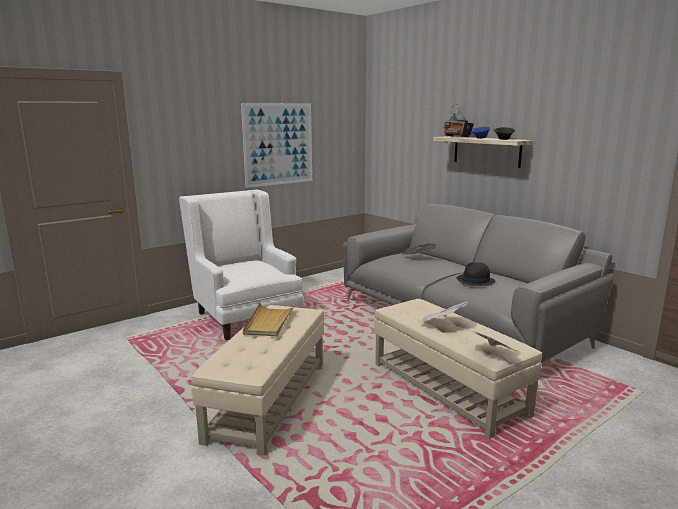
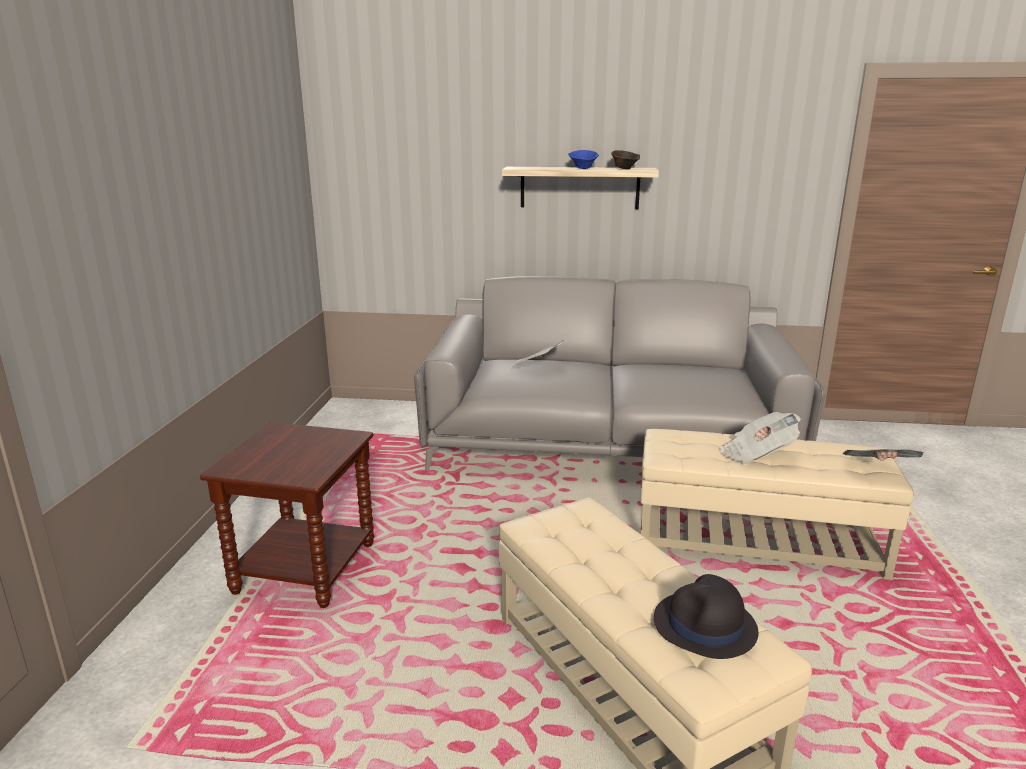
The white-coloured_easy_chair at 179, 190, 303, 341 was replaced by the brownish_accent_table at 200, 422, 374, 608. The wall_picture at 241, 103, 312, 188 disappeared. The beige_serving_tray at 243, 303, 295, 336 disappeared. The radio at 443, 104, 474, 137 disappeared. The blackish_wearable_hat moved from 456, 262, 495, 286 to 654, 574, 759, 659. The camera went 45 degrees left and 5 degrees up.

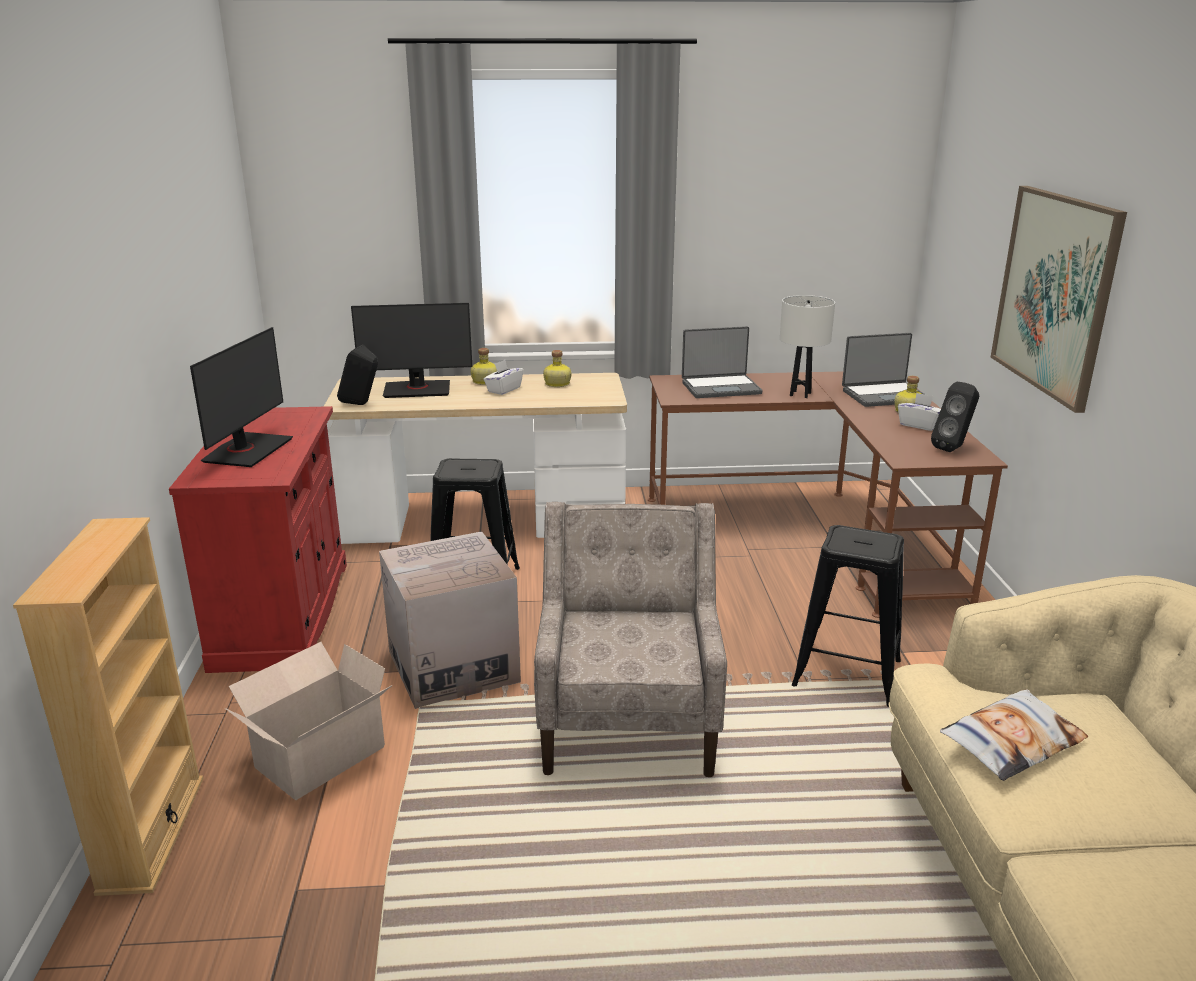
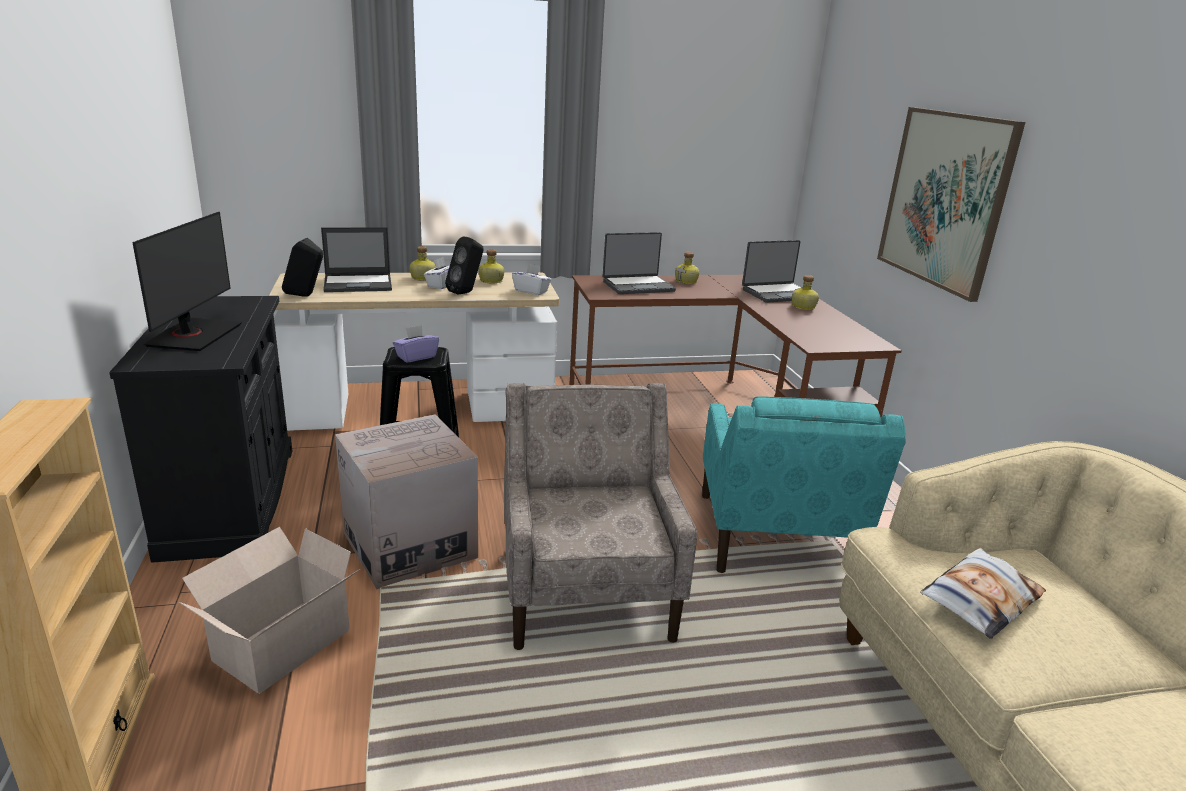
The reddish_storage_cabinet at 169, 406, 347, 673 became the blackish_storage_cabinet at 109, 296, 292, 563. The computer_screen at 351, 303, 472, 398 was replaced by the laptop at 321, 227, 392, 292. The white-coloured_lamp_for_a_table at 780, 295, 835, 398 disappeared. The blackish_stool at 792, 525, 904, 707 was replaced by the turquoise-coloured_easy_chair at 702, 397, 906, 573. The white-coloured_box_of_tissues moved from 898, 393, 941, 431 to 512, 263, 551, 295. The blackish_audio_speaker moved from 931, 382, 979, 452 to 445, 236, 484, 294. The purplish_box_of_tissues at 393, 325, 439, 363 appeared. The beverage_bottle at 675, 252, 699, 284 appeared. The camera went 10 degrees left and 0 degrees up.

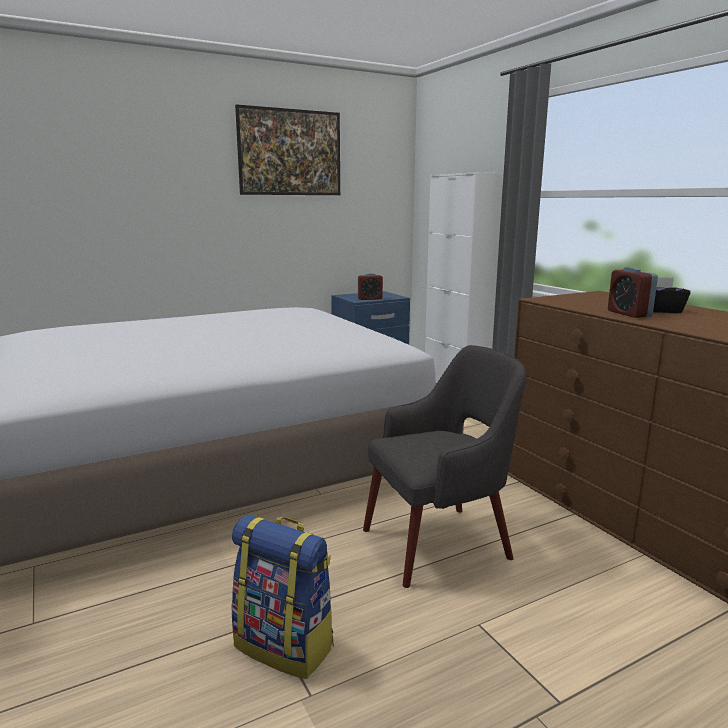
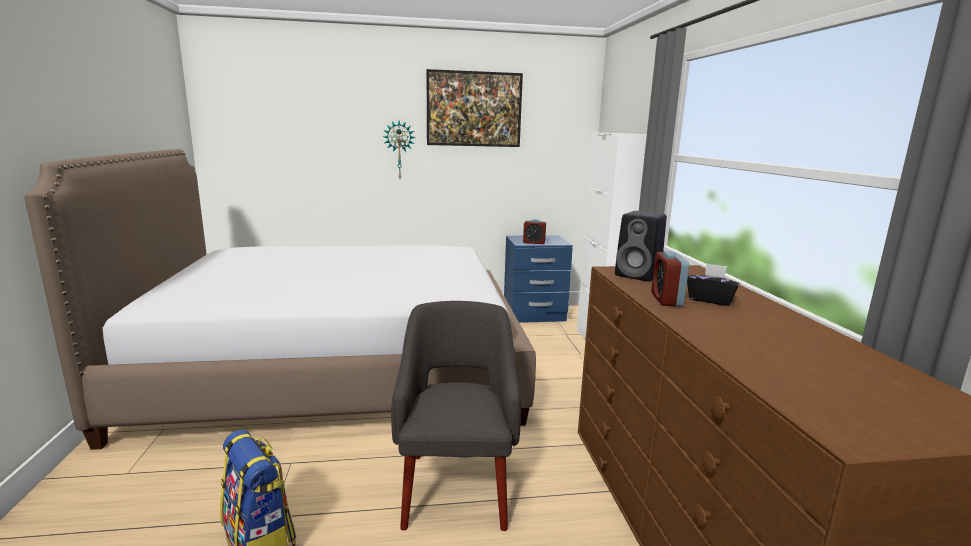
The gray_easy_chair at 363, 345, 526, 588 turned 90 degrees counterclockwise. The wall_clock at 383, 121, 416, 178 appeared. The blackish_audio_speaker at 615, 211, 667, 281 appeared. The camera went 20 degrees right and 0 degrees up.

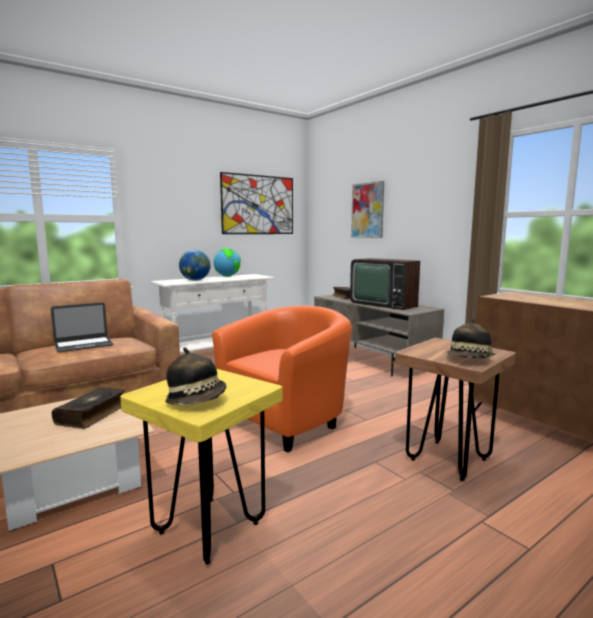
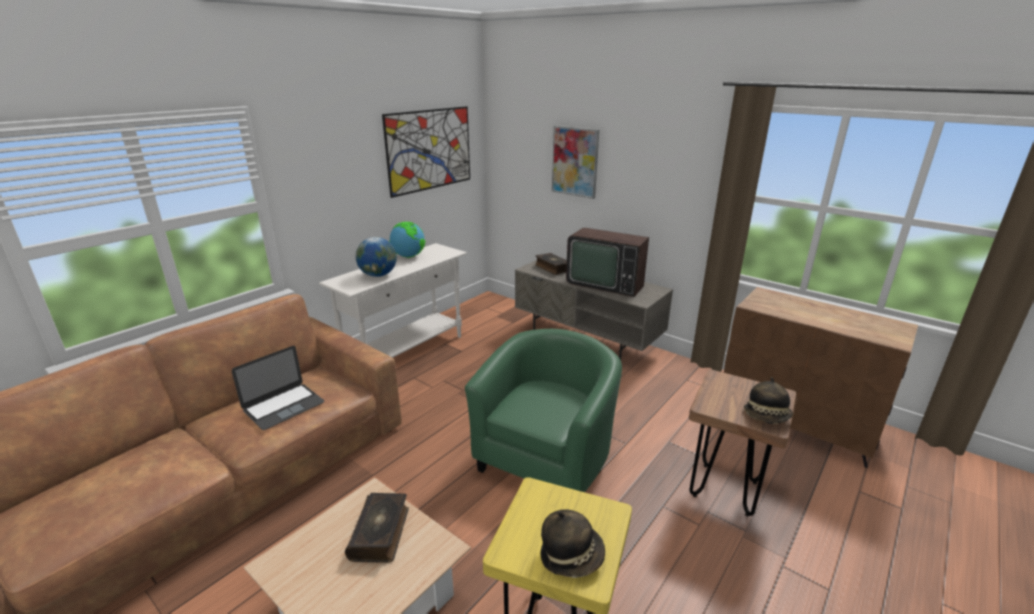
The orangey_easy_chair at 212, 306, 352, 453 became the greenish_easy_chair at 465, 329, 622, 492. The camera went 15 degrees left and 15 degrees up.

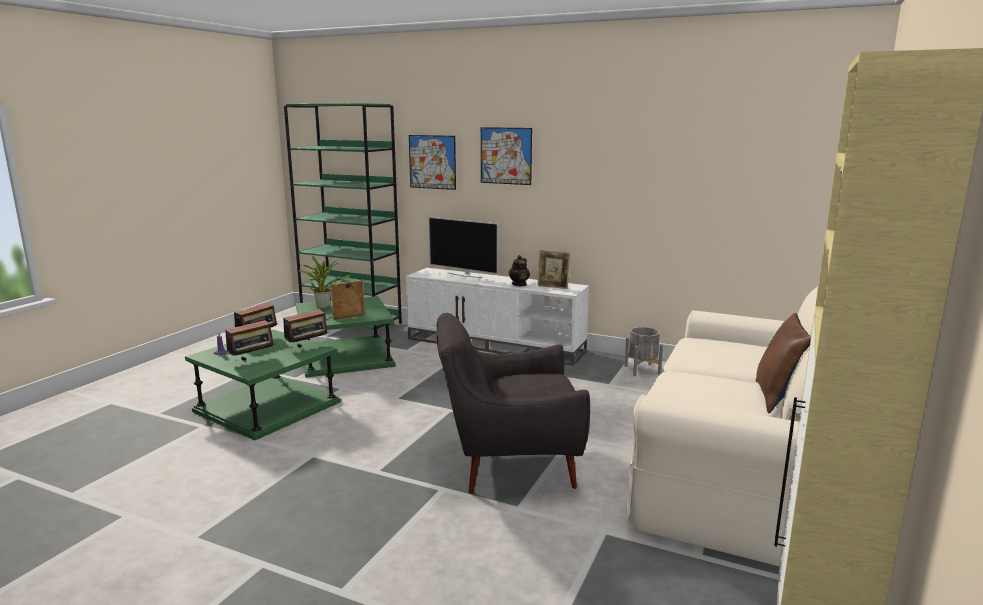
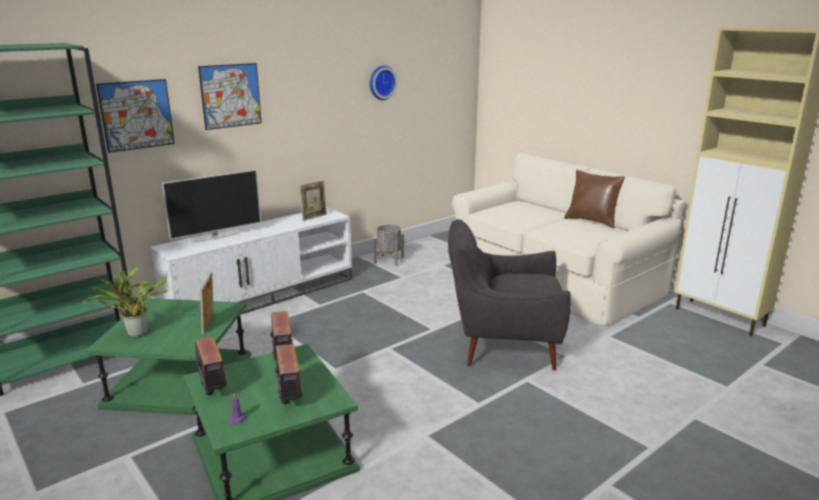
The gray_easy_chair at 436, 313, 590, 494 turned 75 degrees clockwise. The teapot at 508, 255, 530, 286 disappeared. The wall_clock at 370, 65, 397, 100 appeared. The camera went 65 degrees left and 5 degrees up.

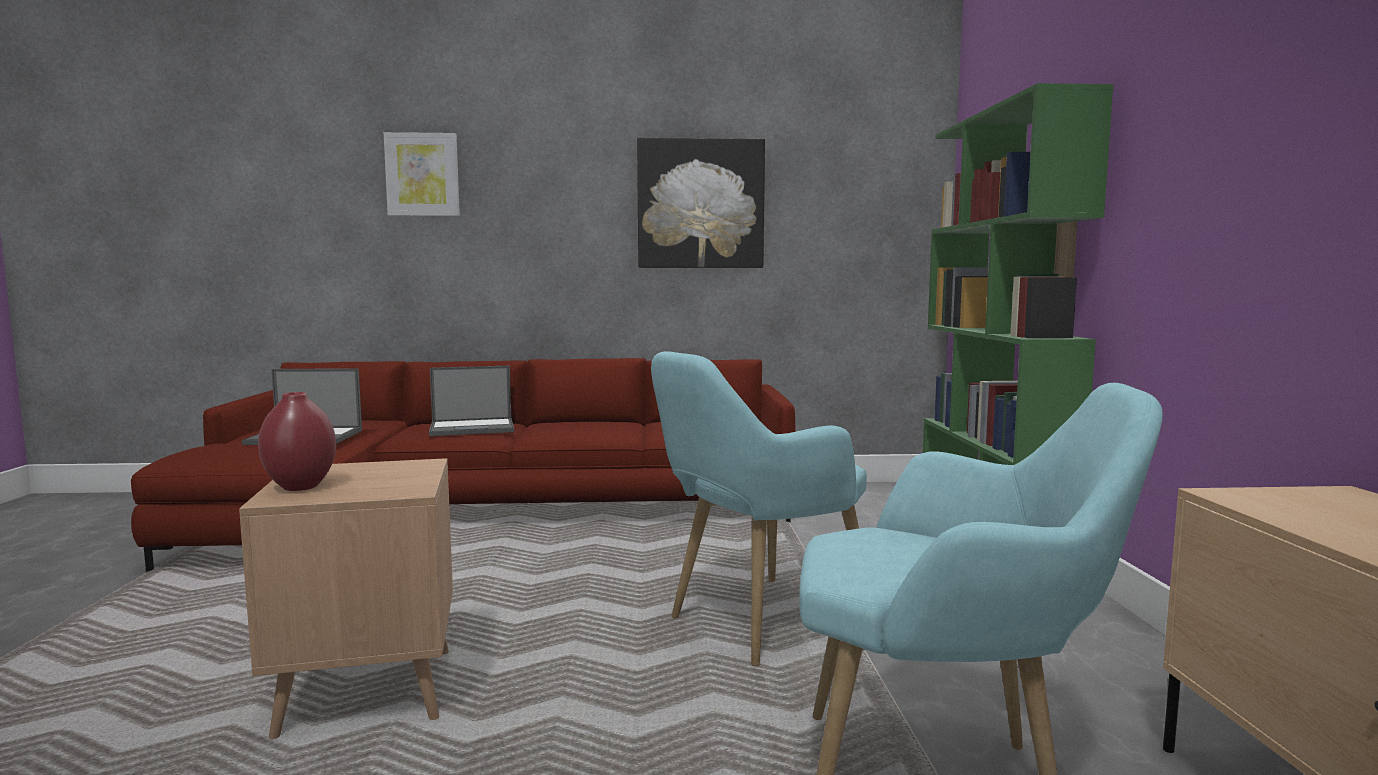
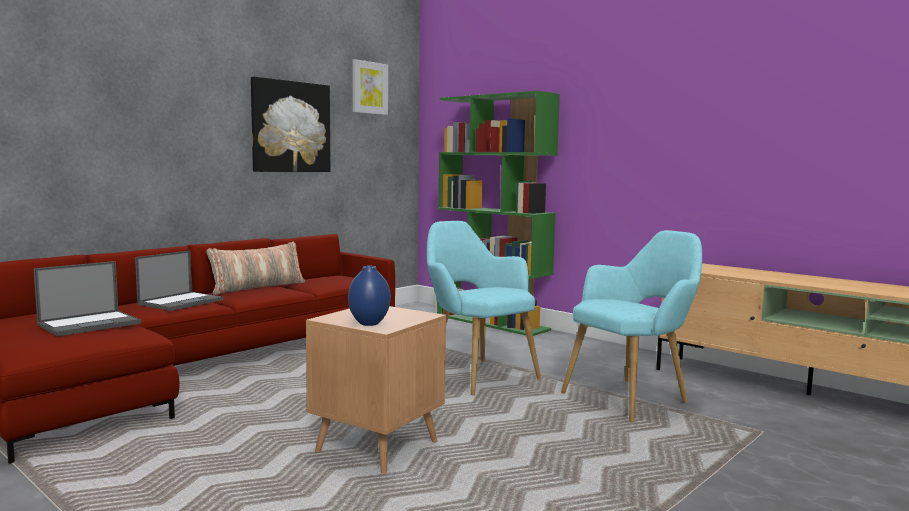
The reddish_decorative_vase at 258, 392, 336, 491 became the blue-coloured_decorative_vase at 348, 266, 391, 326. The wall_picture moved from 384, 132, 460, 216 to 352, 59, 388, 115. The turquoise-coloured_easy_chair at 651, 351, 867, 666 turned 135 degrees clockwise. The pillow at 206, 242, 305, 295 appeared. The camera went 45 degrees left and 0 degrees up.

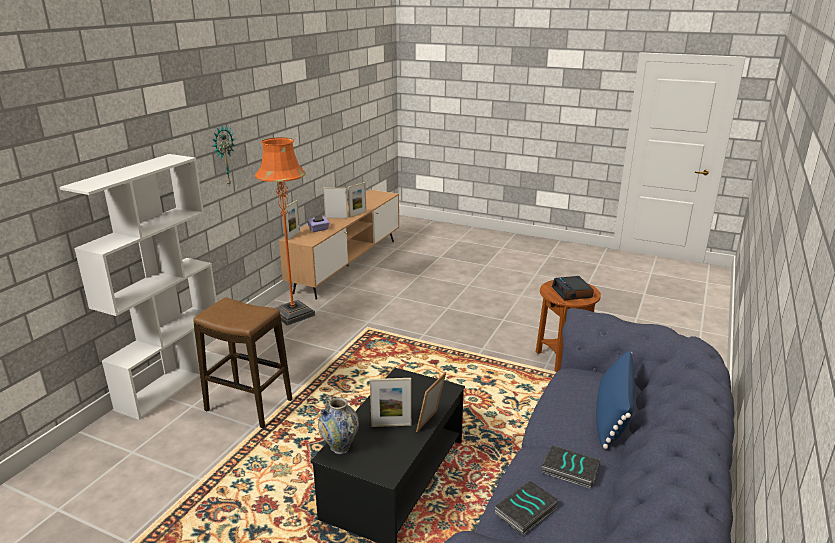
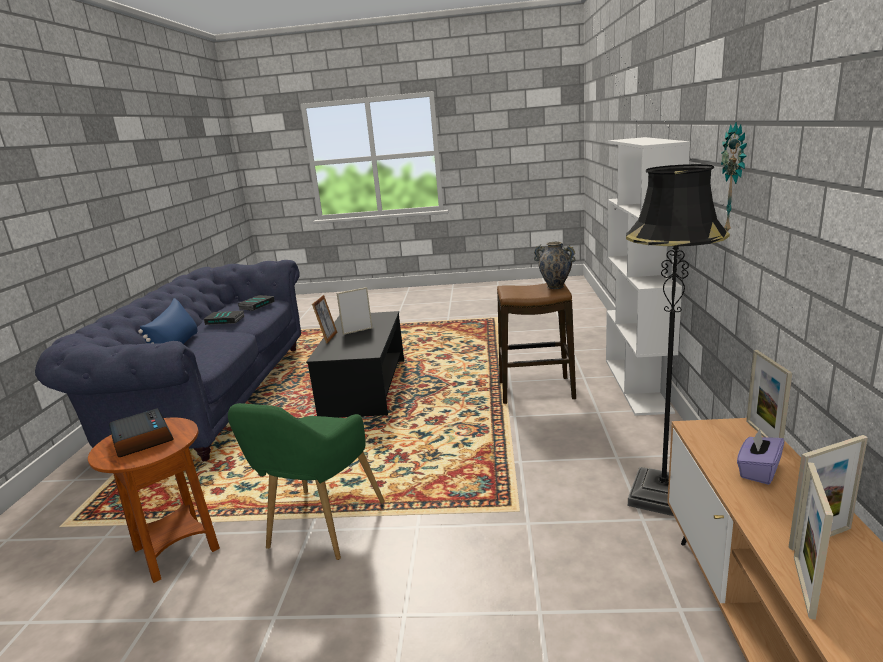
The orangey_standard_lamp at 255, 137, 315, 326 became the blackish_standard_lamp at 626, 164, 730, 516. The decorative_vase moved from 318, 395, 359, 454 to 534, 242, 576, 289. The greenish_easy_chair at 228, 403, 384, 560 appeared. The camera went 160 degrees right and 5 degrees down.

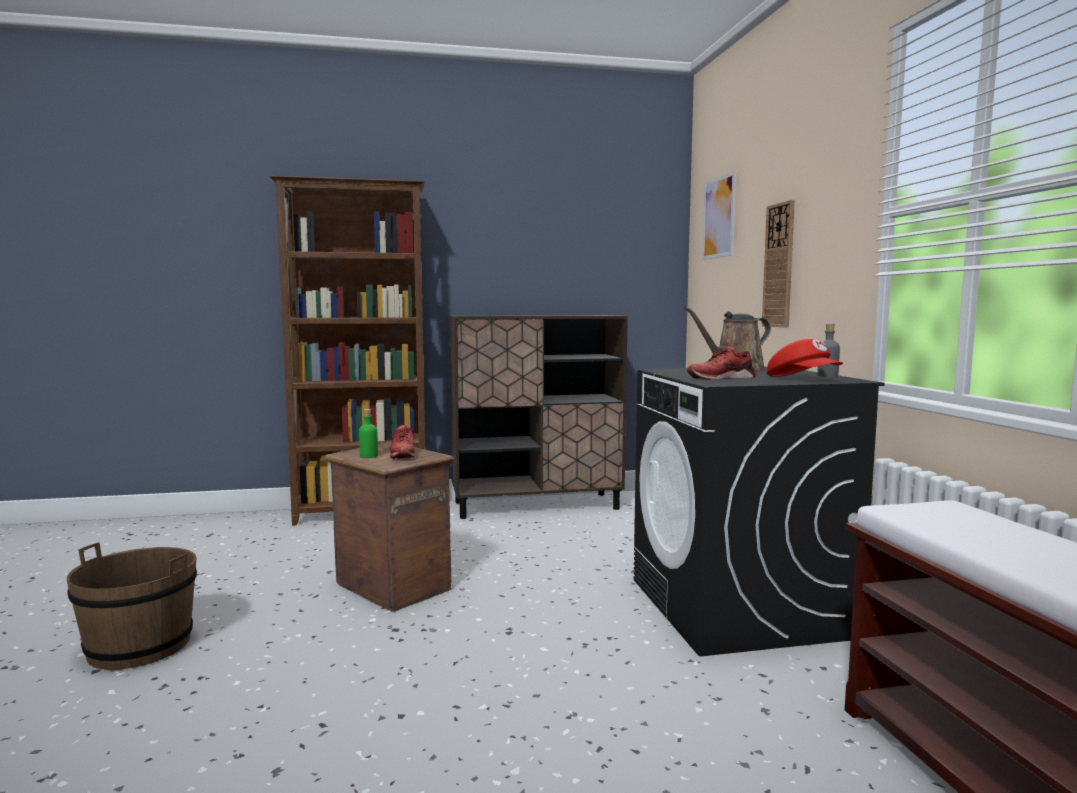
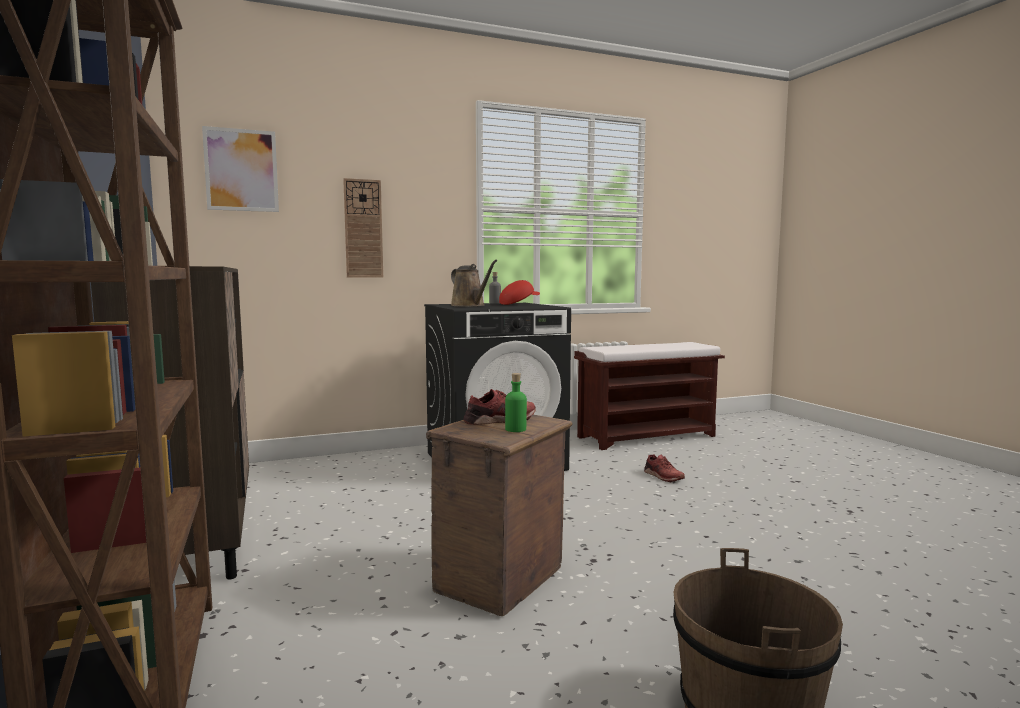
The reddish_shoe moved from 687, 346, 756, 380 to 644, 454, 685, 483. The camera went 100 degrees left and 0 degrees up.

